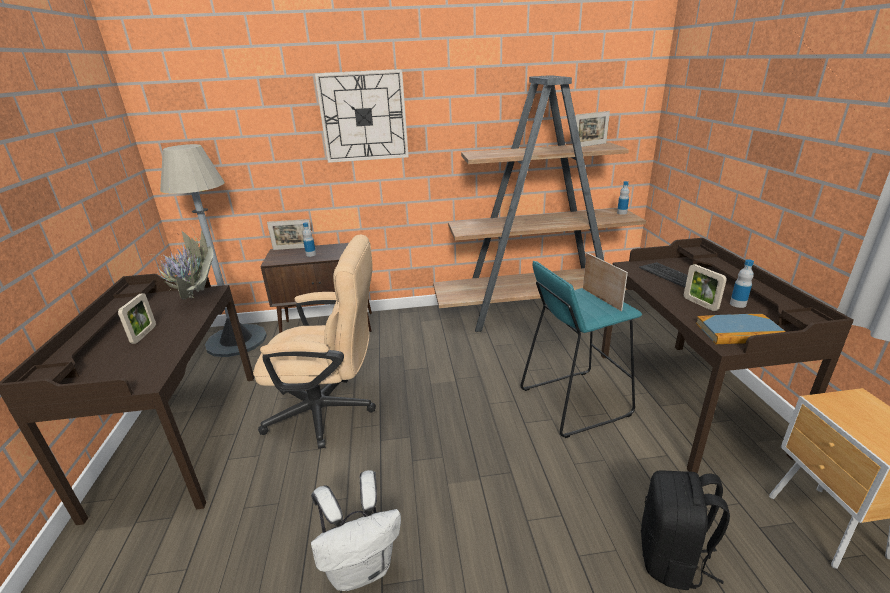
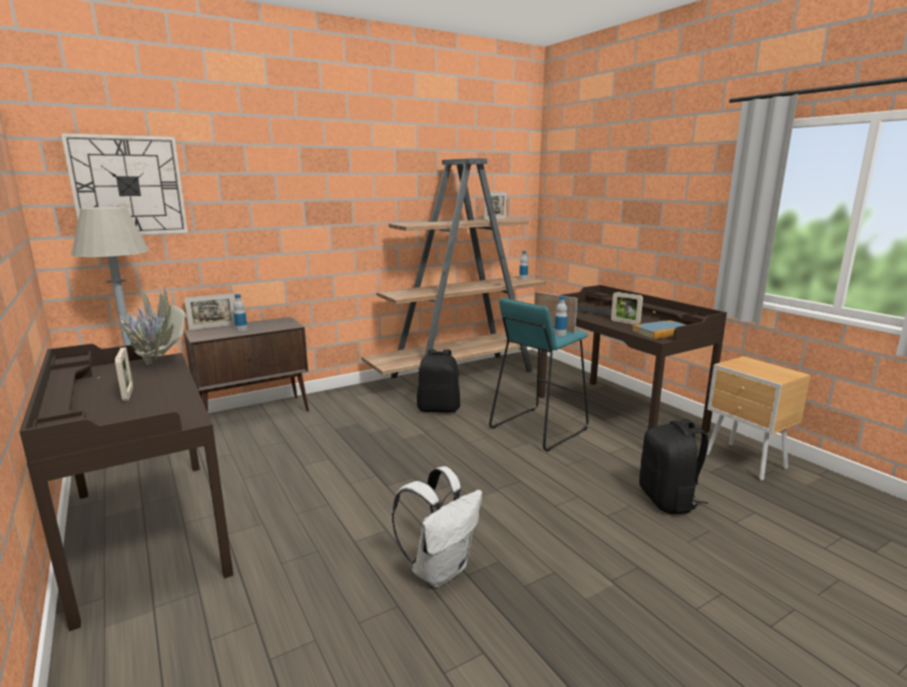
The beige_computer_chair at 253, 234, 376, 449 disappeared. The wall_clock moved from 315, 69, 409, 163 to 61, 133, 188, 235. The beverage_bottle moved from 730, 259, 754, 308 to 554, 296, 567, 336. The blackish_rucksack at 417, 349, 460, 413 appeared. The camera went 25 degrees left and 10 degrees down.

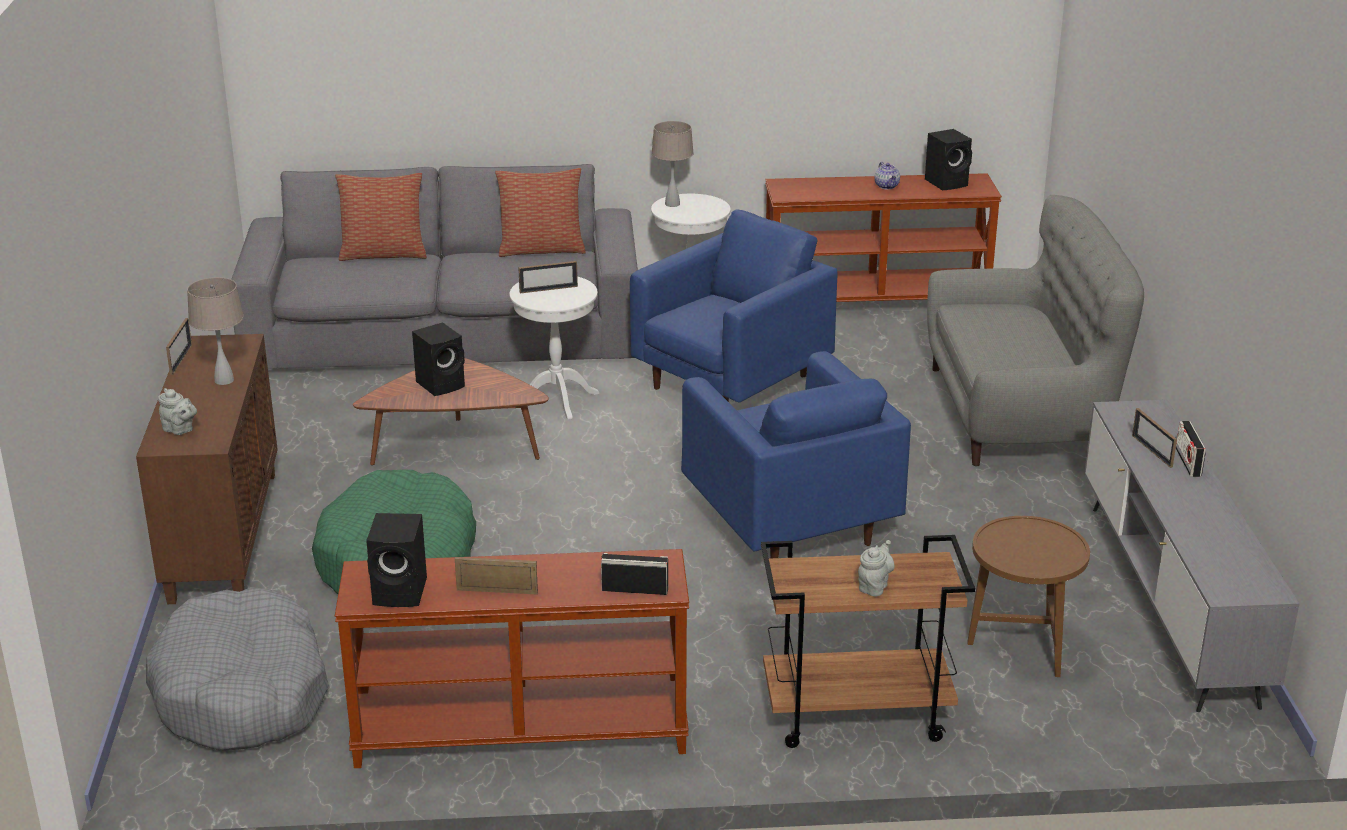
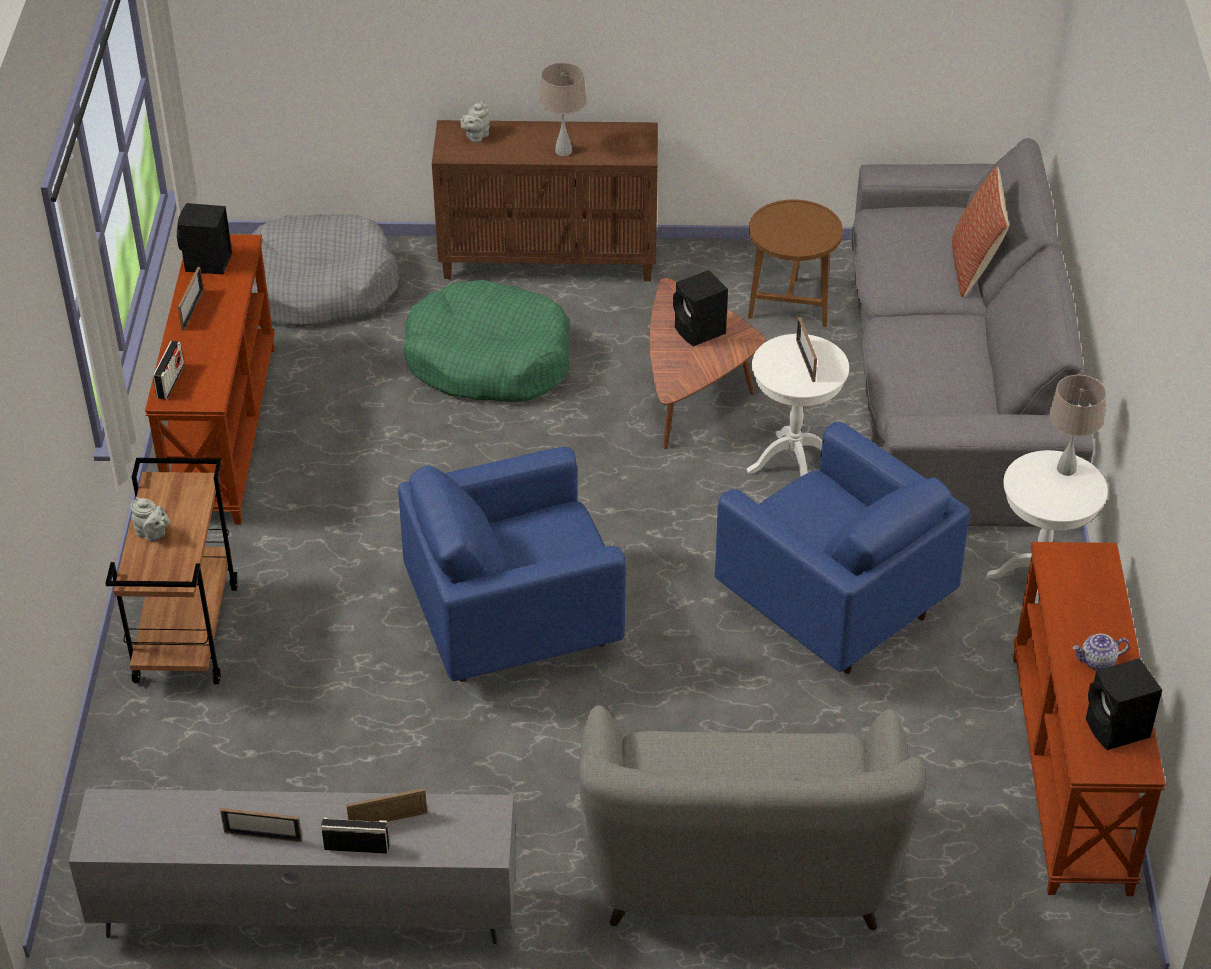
The standing_frame moved from 166, 318, 192, 375 to 220, 808, 303, 842. The pillow at 495, 168, 586, 257 disappeared. The brownish_accent_table moved from 967, 516, 1090, 677 to 748, 199, 843, 327. The camera went 95 degrees right and 15 degrees up.

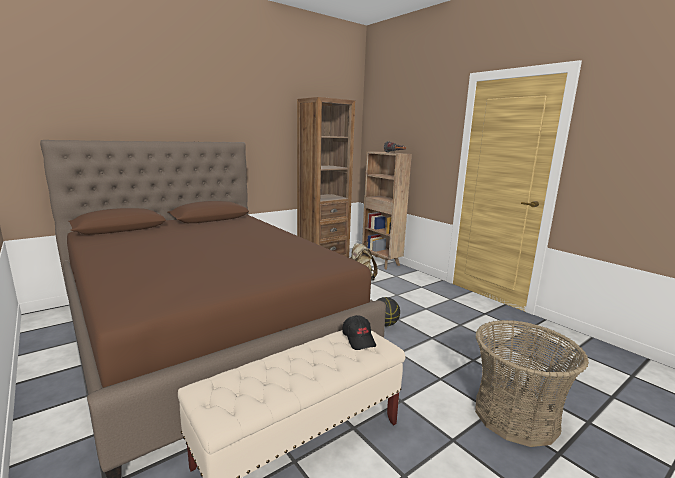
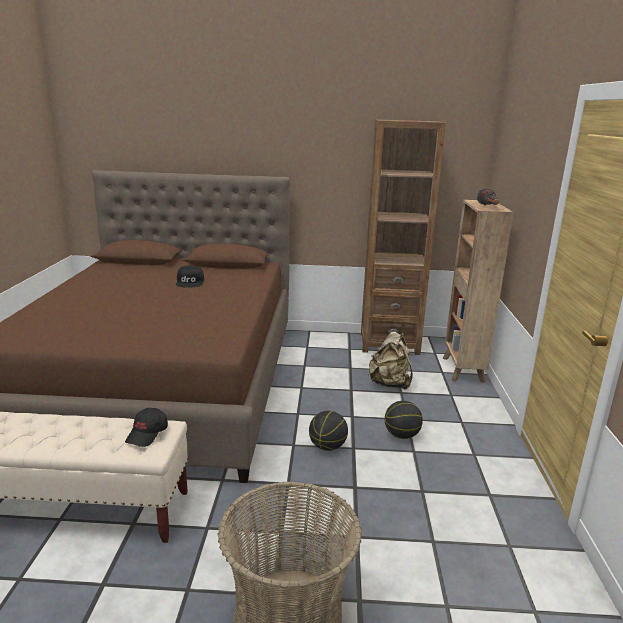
The blackish_peaked_cap at 176, 266, 204, 288 appeared. The basketball_ball at 385, 401, 423, 439 appeared. The camera went 40 degrees right and 5 degrees up.

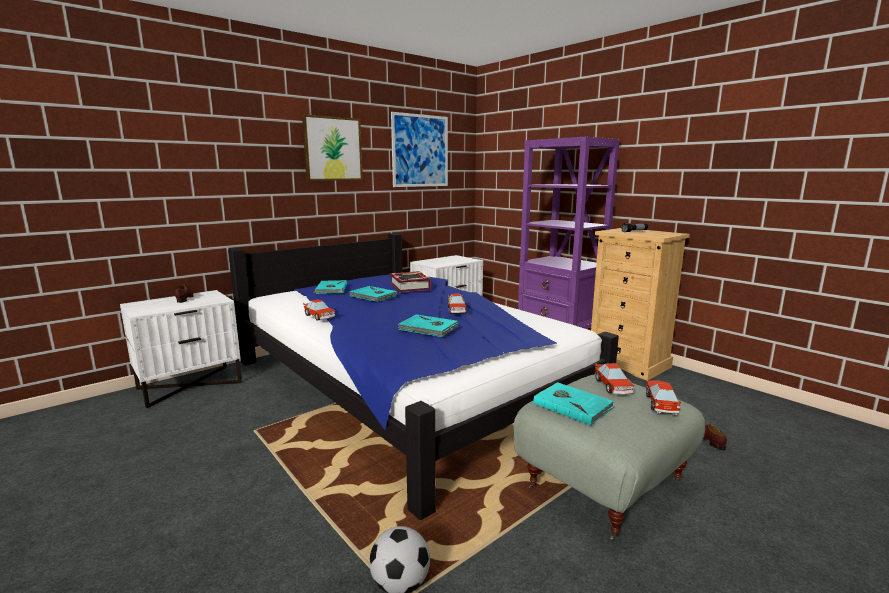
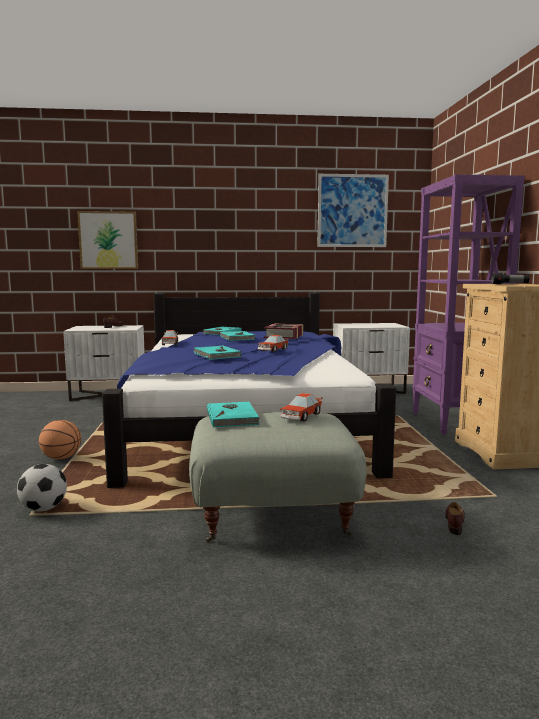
The wall_picture moved from 302, 114, 363, 181 to 77, 211, 138, 269. The miniature_car at 646, 380, 681, 415 disappeared. The basketball_ball at 39, 420, 81, 459 appeared. The camera went 35 degrees right and 5 degrees down.

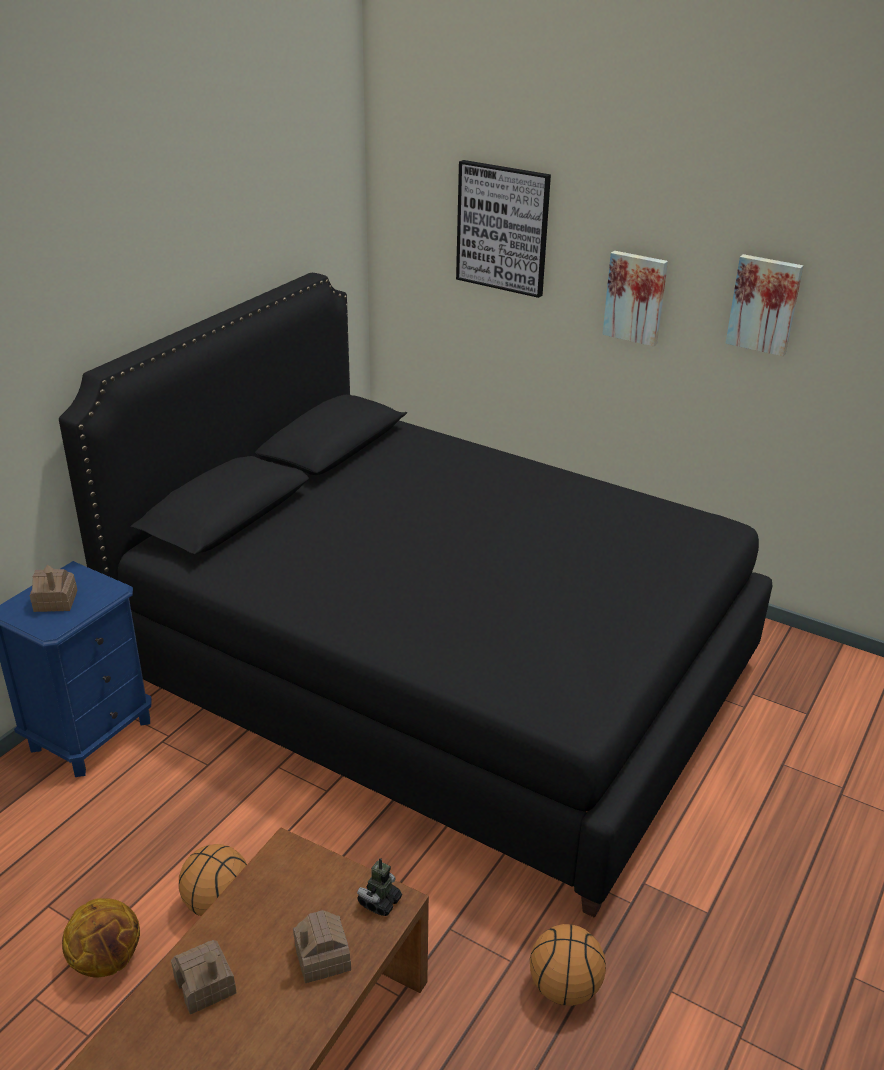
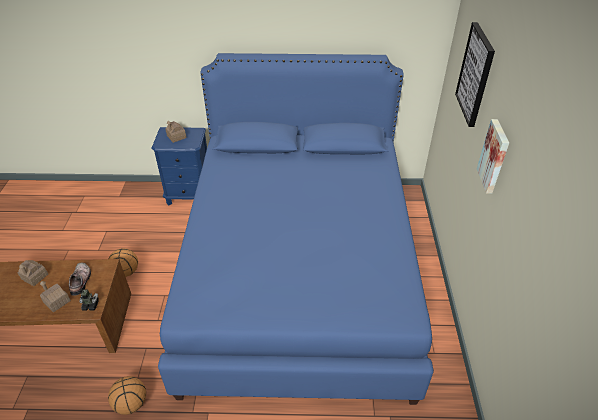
The blackish_bed at 59, 273, 773, 918 became the blue-coloured_bed at 158, 53, 434, 405. The basketball_ball at 62, 898, 140, 978 disappeared. The wall_picture at 725, 254, 803, 356 disappeared. The shoe at 69, 263, 91, 296 appeared. The camera went 60 degrees right and 10 degrees up.

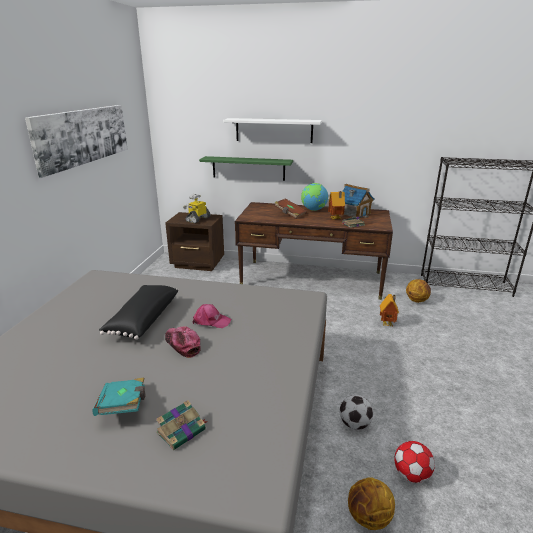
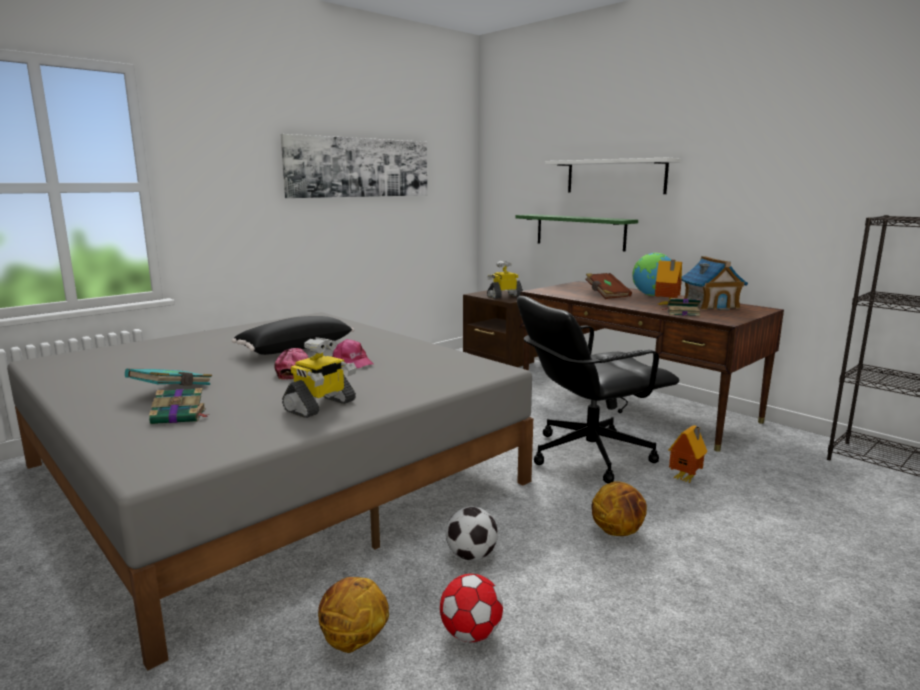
The basketball_ball moved from 406, 279, 431, 303 to 591, 481, 647, 536. The toy_robot at 282, 337, 357, 418 appeared. The blackish_computer_chair at 517, 296, 679, 484 appeared. The camera went 35 degrees right and 10 degrees down.

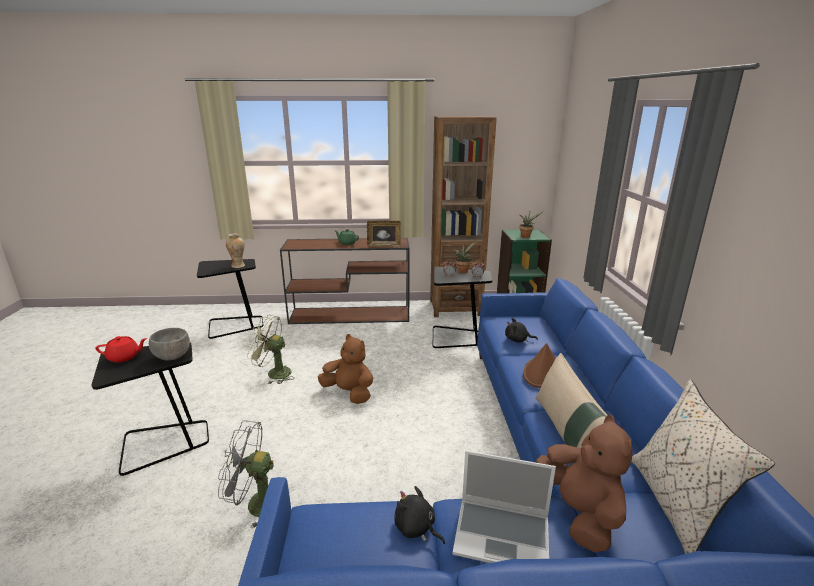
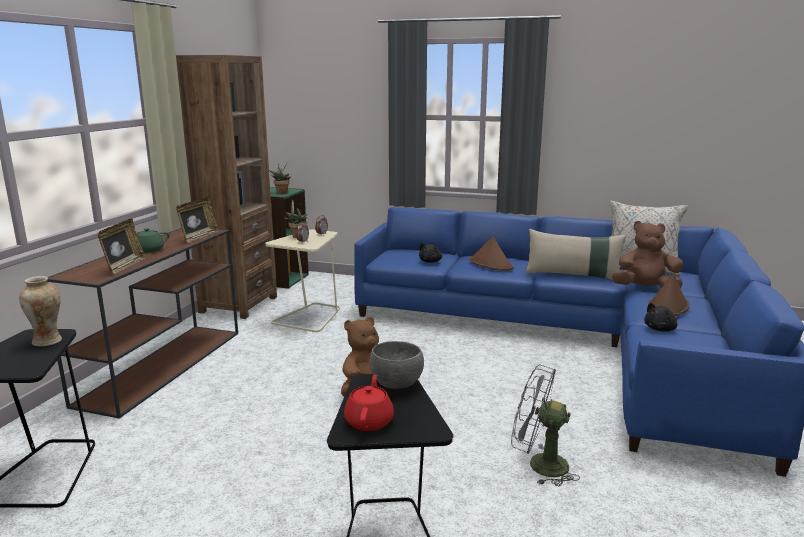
The gray_cooling_fan at 218, 421, 274, 528 turned 90 degrees clockwise. The greenish_cooling_fan at 247, 315, 293, 384 disappeared. The blackish_accent_table at 433, 267, 493, 348 became the beige_accent_table at 265, 229, 340, 332. The laptop at 453, 451, 556, 563 was replaced by the brownish_wearable_hat at 648, 273, 690, 316. The standing_frame at 98, 219, 146, 274 appeared. The camera went 70 degrees left and 5 degrees down.

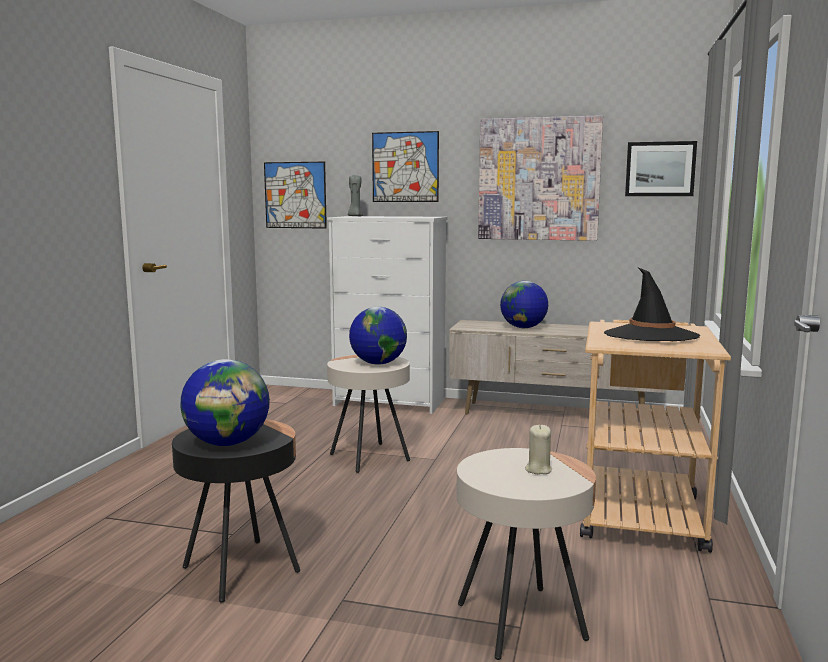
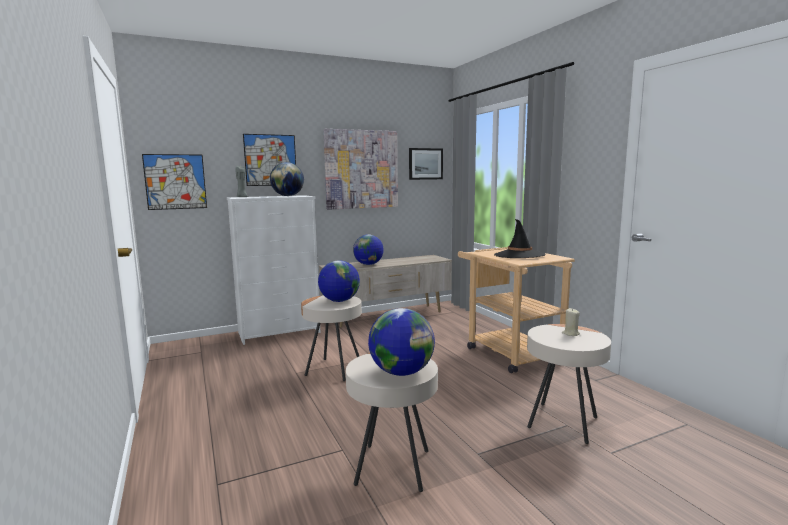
The blackish_accent_table at 172, 420, 300, 602 became the beige_accent_table at 346, 353, 438, 492. The desk_globe at 270, 162, 304, 196 appeared. The camera went 40 degrees left and 0 degrees up.

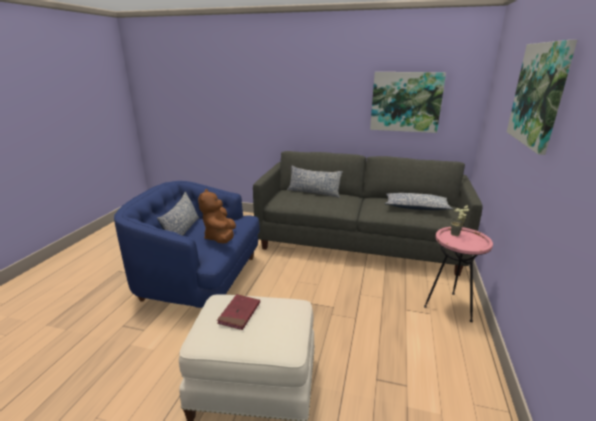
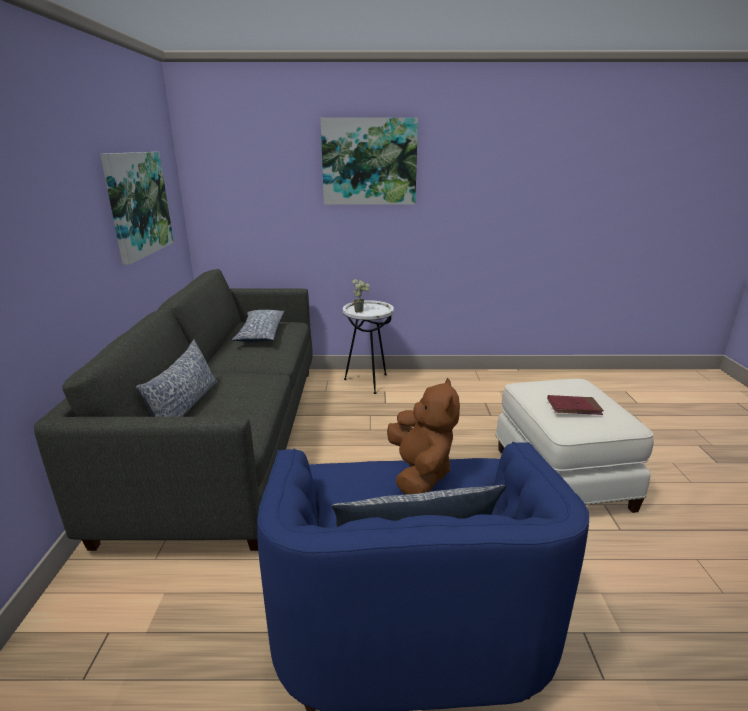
The brownish_plush_toy at 198, 189, 236, 244 turned 75 degrees counterclockwise. The pink_accent_table at 424, 227, 493, 322 became the white-coloured_accent_table at 343, 300, 394, 394. The camera went 105 degrees left and 0 degrees up.

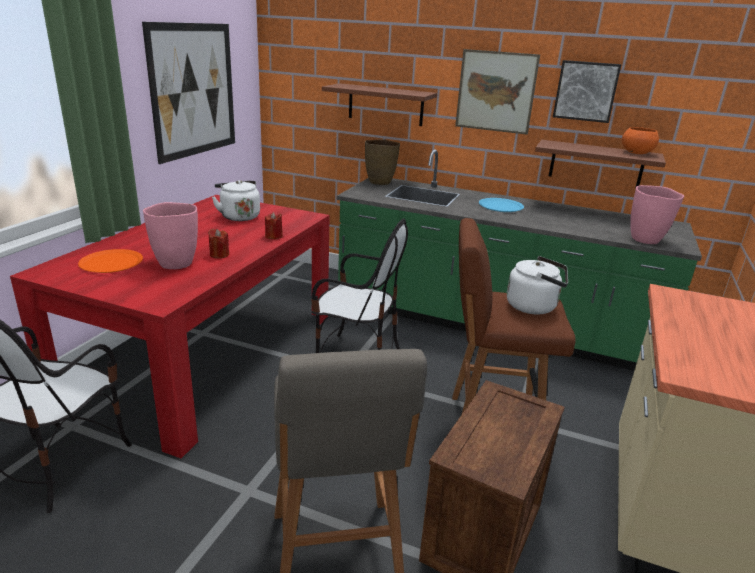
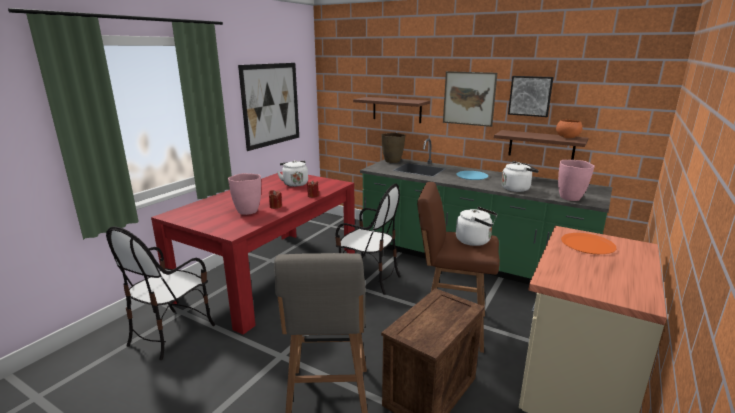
The orangey_plate moved from 78, 249, 143, 273 to 561, 233, 616, 254. The white-coloured_kettle at 501, 161, 539, 192 appeared. The camera went 10 degrees right and 5 degrees down.

